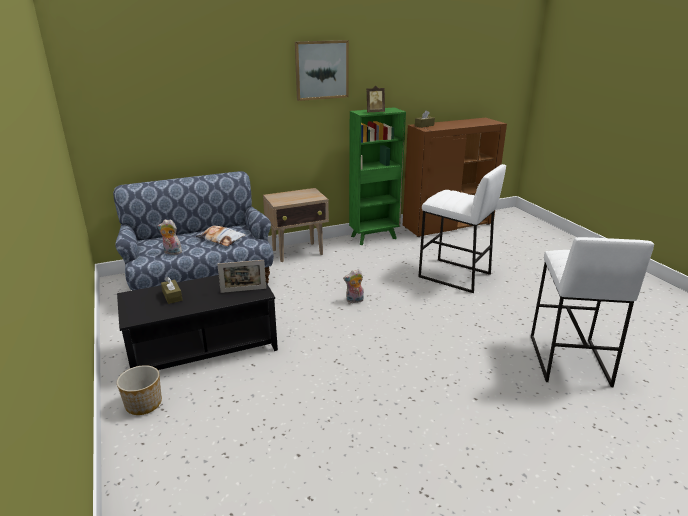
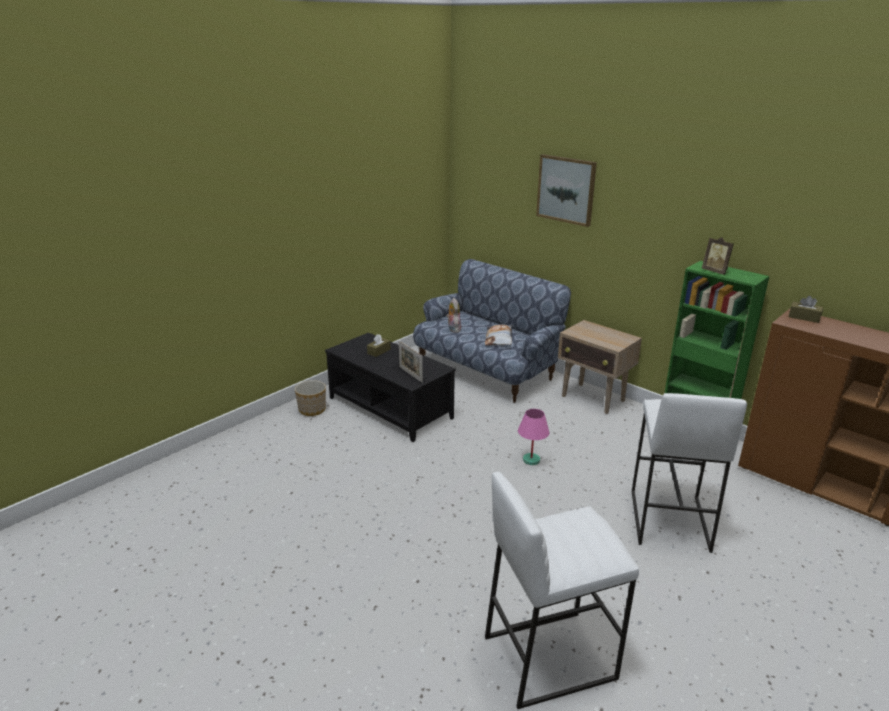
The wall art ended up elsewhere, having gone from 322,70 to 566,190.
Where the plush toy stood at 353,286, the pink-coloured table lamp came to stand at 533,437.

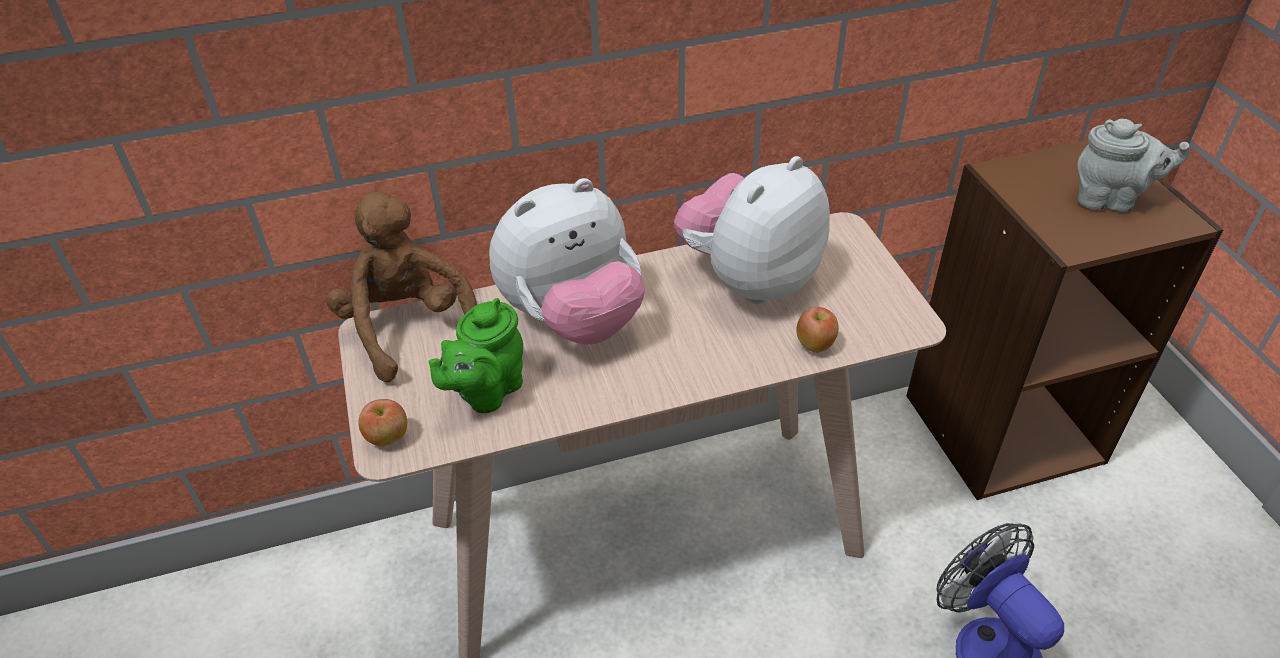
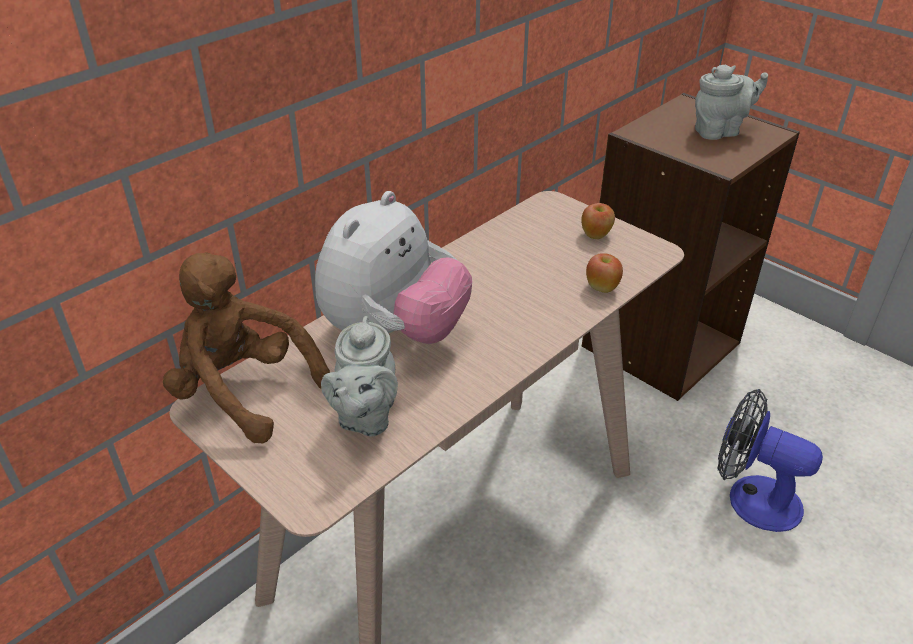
The second view lost the plush toy at 752,230.
The whole apple ended up elsewhere, having gone from 382,422 to 598,221.
What was the green-coloured teapot at 475,355 turned into the grey teapot at 359,376.

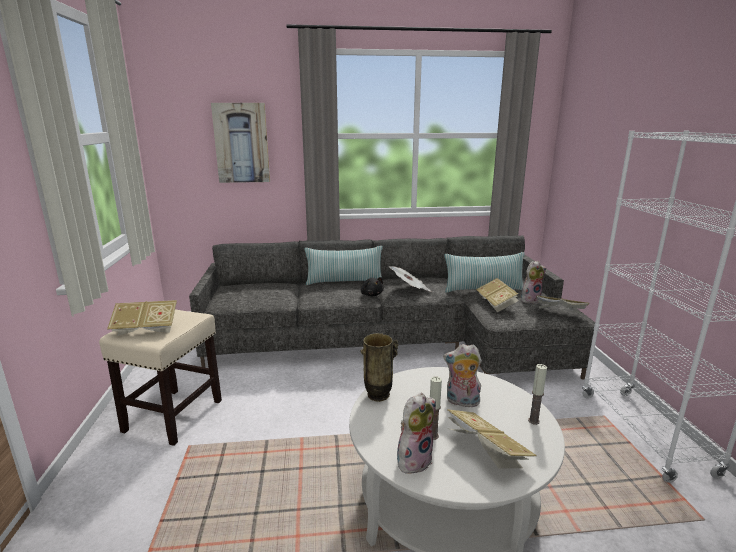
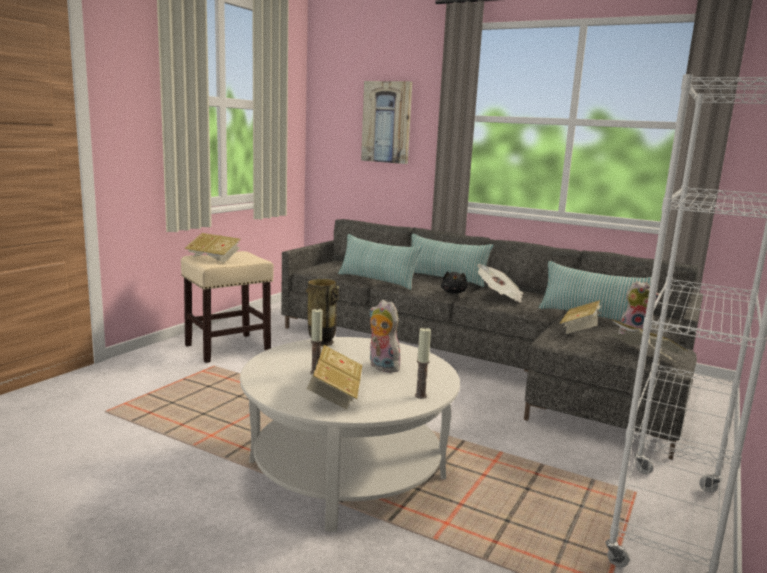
The second view lost the plush toy at 416,433.
The second view gained the cushion at 380,262.

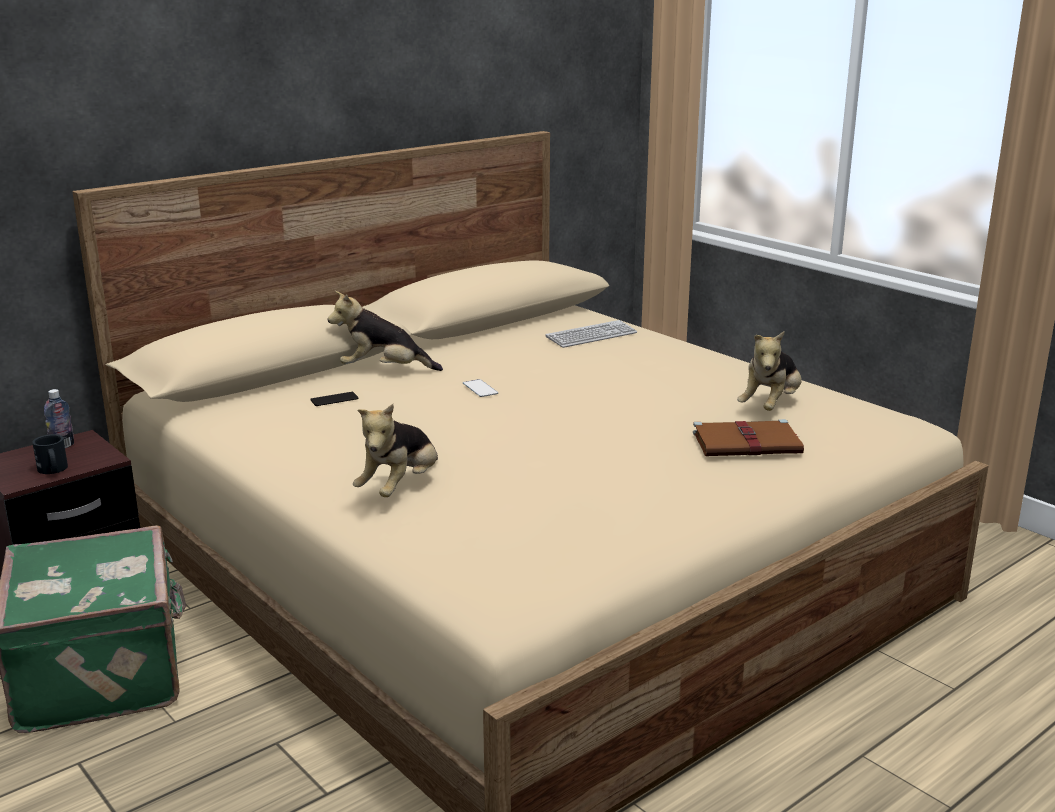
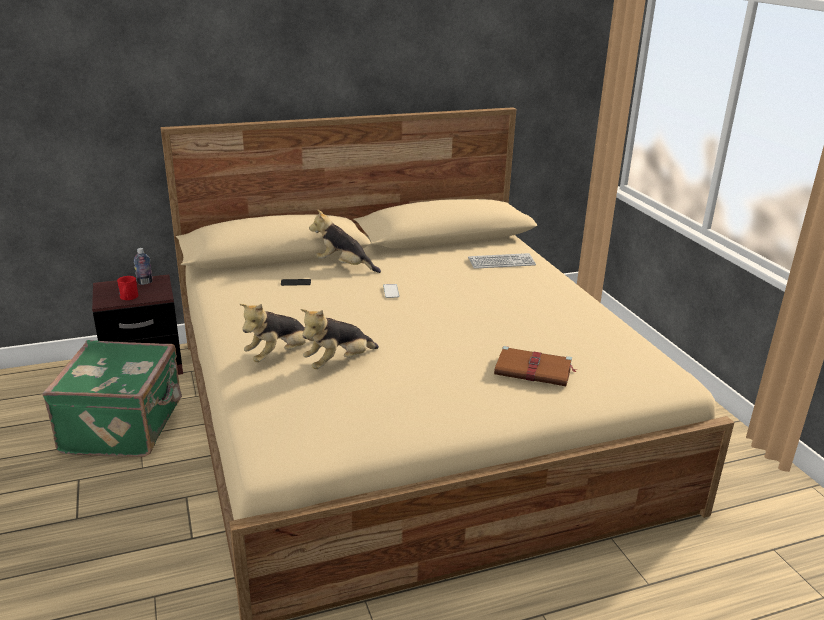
The plush toy ended up elsewhere, having gone from 769,371 to 339,339.
What was the blackish coffee mug at 50,454 turned into the reddish coffee mug at 127,288.

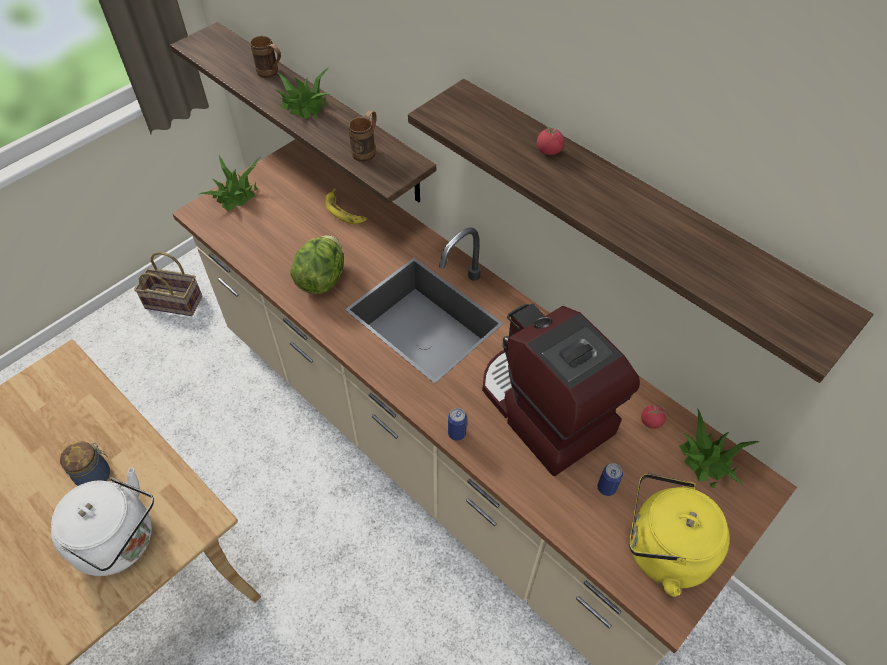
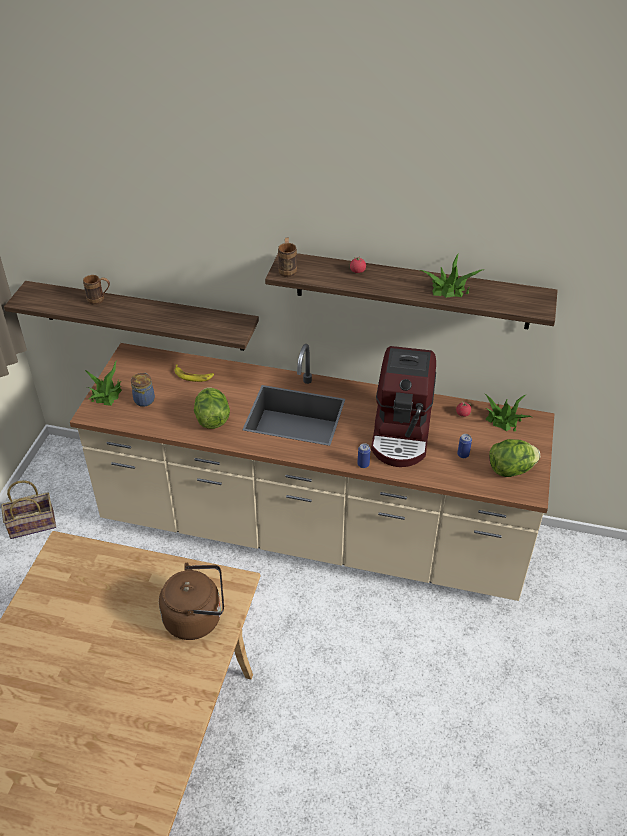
The preserve jar ended up elsewhere, having gone from 85,464 to 143,390.
The plant in a pot ended up elsewhere, having gone from 301,93 to 453,276.
The brownish coffee mug ended up elsewhere, having gone from 362,136 to 287,257.
Where the yellow water kettle stood at 679,535, the head of lettuce came to stand at 514,458.
What was the white water kettle at 102,521 turned into the brownish water kettle at 191,601.
The coffee machine at 561,390 ended up facing another way, 105 degrees counterclockwise from before.

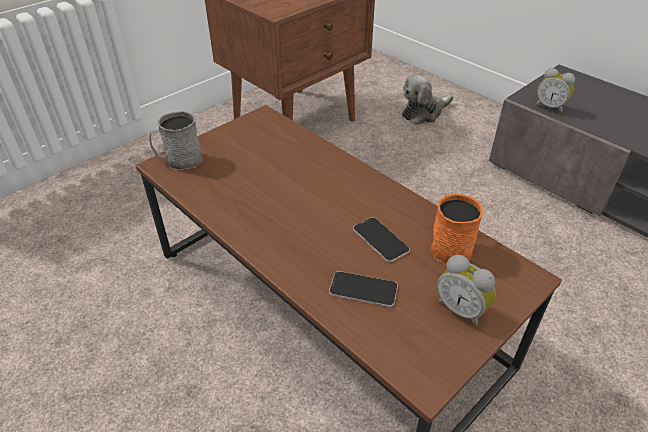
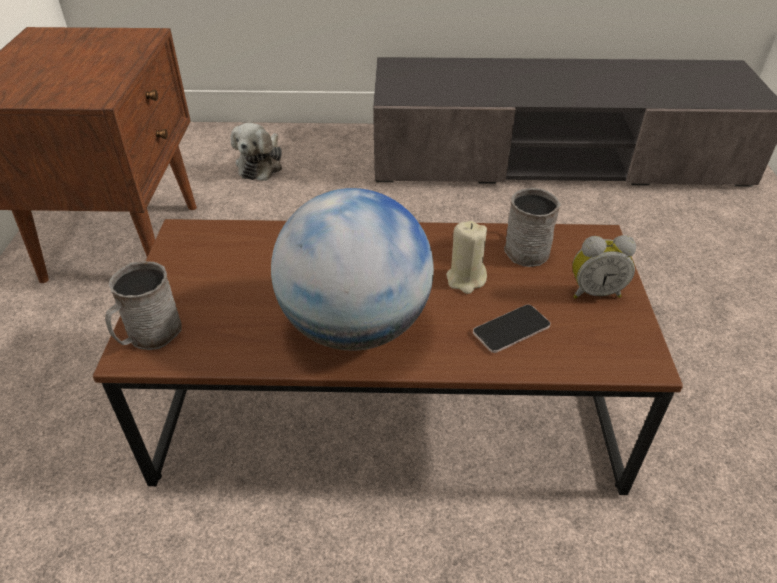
The second view lost the table clock at 555,91.
The second view gained the desk globe at 352,269.
Where the telephone stood at 381,239, the sand-coloured wax candle came to stand at 466,257.
What was the orange-coloured coffee mug at 456,229 turned into the grey coffee mug at 532,227.

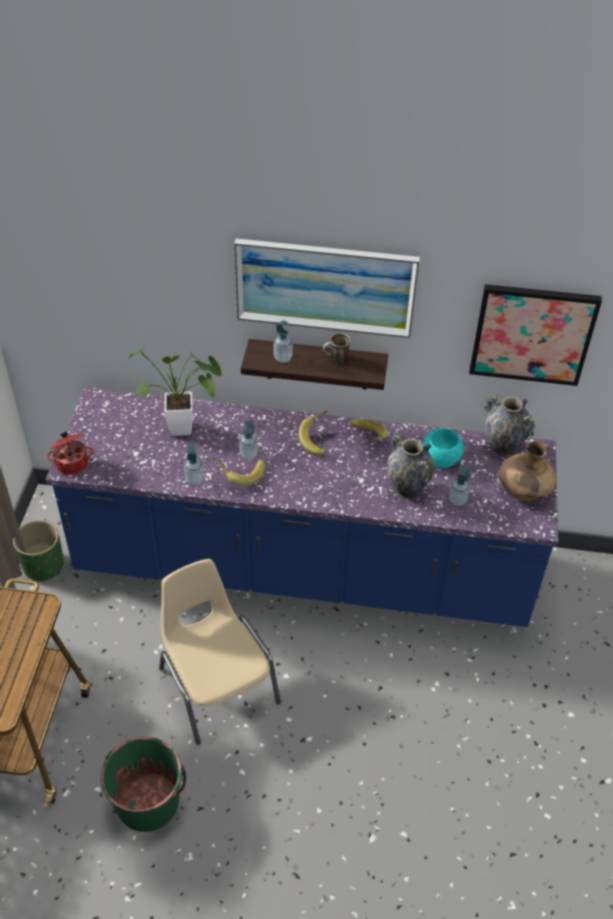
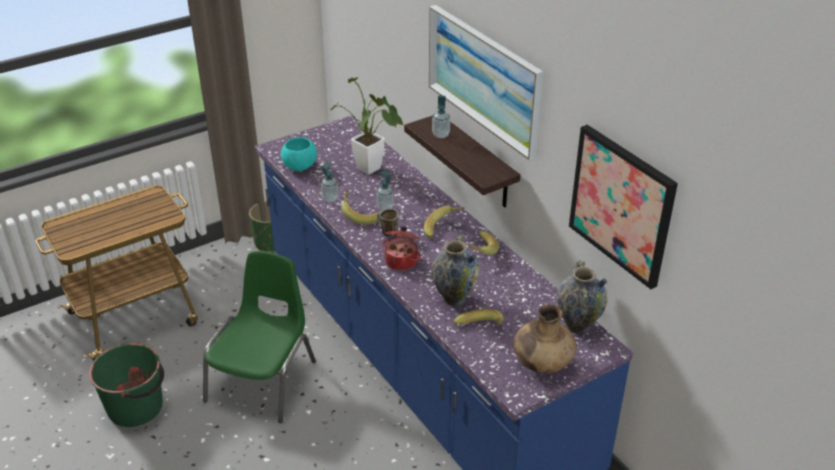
The cooking pot ended up elsewhere, having gone from 70,453 to 401,248.
The coffee mug ended up elsewhere, having gone from 336,348 to 388,223.
The turquoise-coloured deep dish ended up elsewhere, having gone from 443,448 to 299,154.
Where the soap dispenser stood at 459,486, the banana came to stand at 478,317.
What was the sand-coloured plain chair at 220,652 turned into the green-coloured plain chair at 259,337.

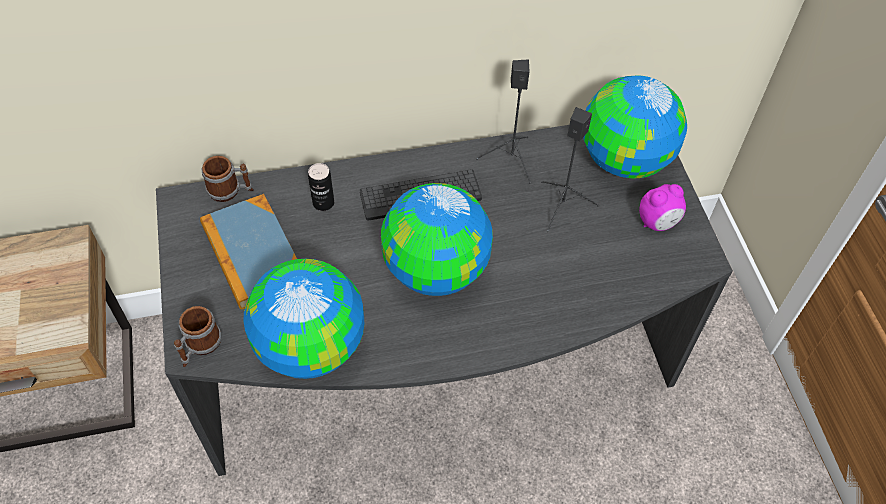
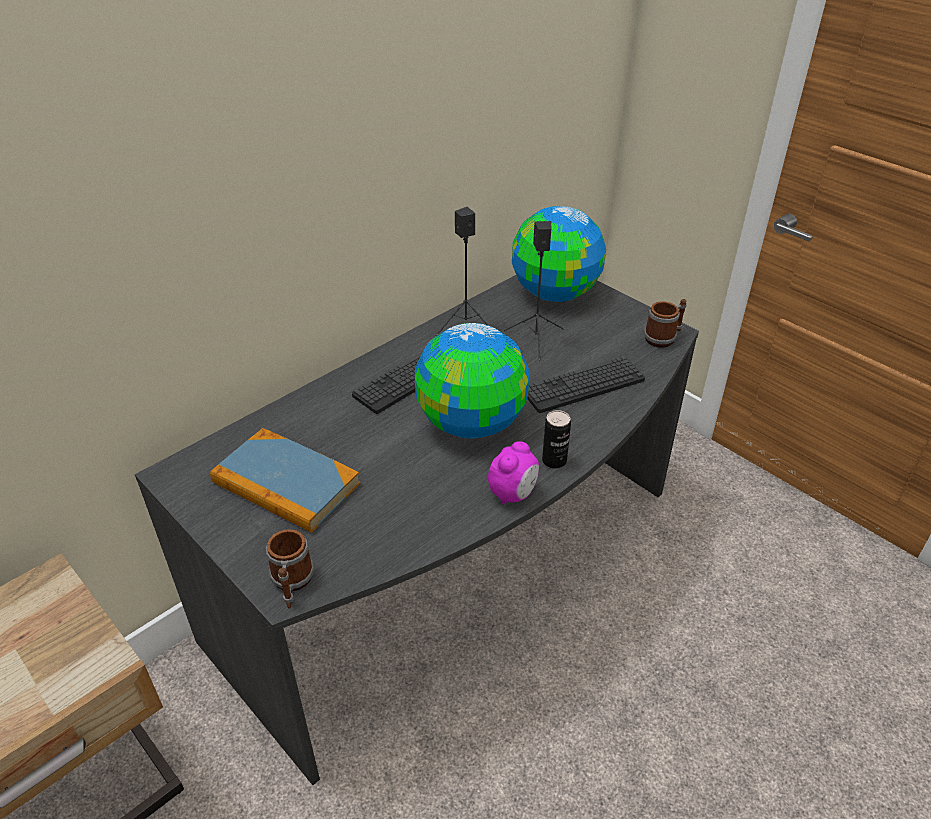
The second view lost the desk globe at 304,319.
The second view gained the computer keyboard at 586,384.
The coffee mug ended up elsewhere, having gone from 228,179 to 665,323.
The metal can ended up elsewhere, having gone from 321,187 to 556,439.
The table clock ended up elsewhere, having gone from 662,207 to 513,473.

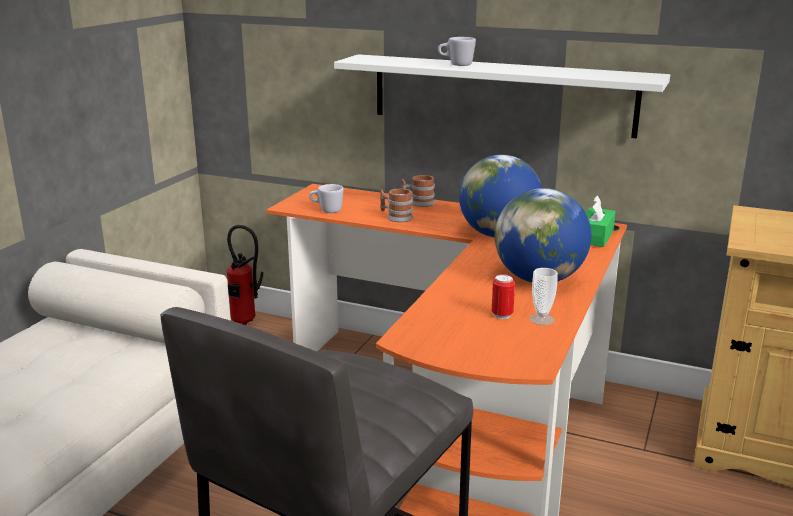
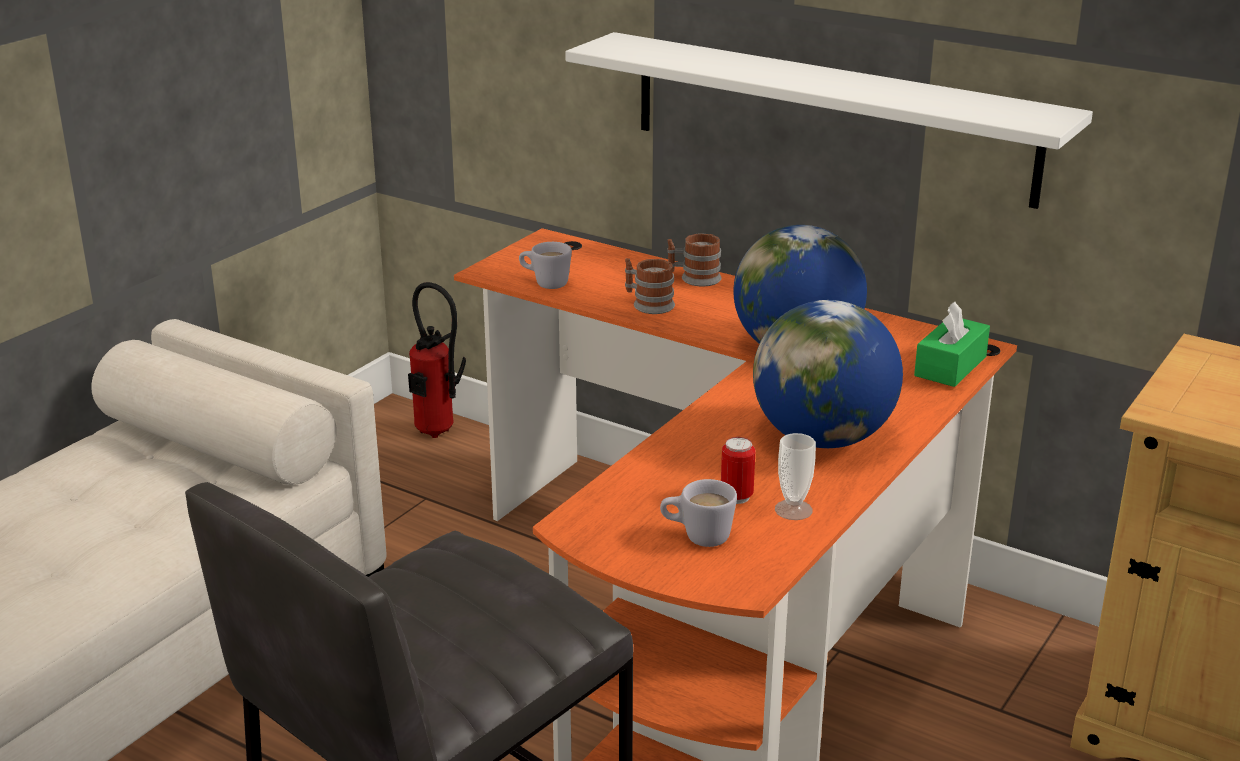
The white coffee mug ended up elsewhere, having gone from 457,51 to 698,513.

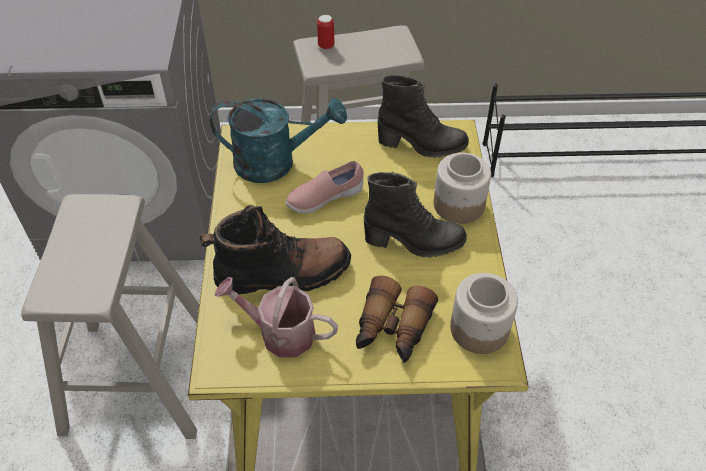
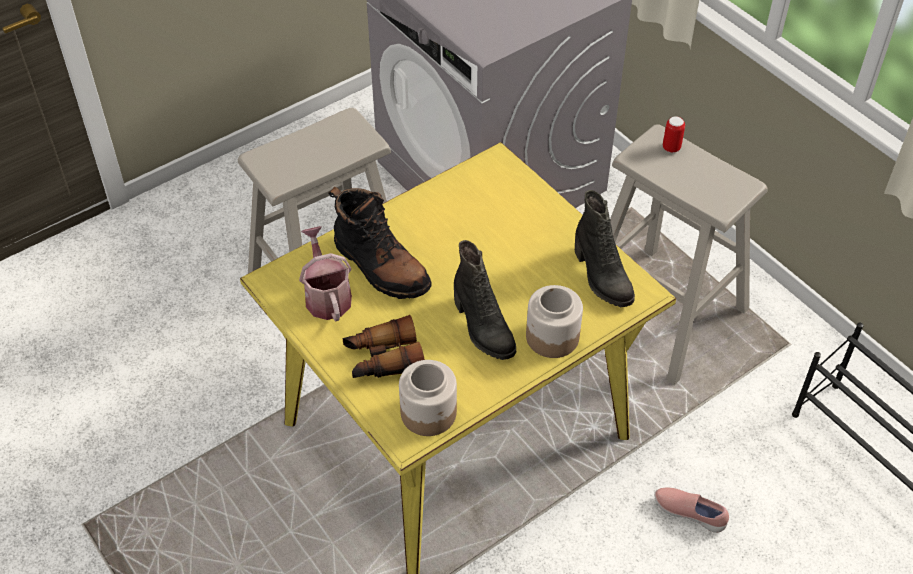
The second view lost the turquoise-coloured watering can at 278,140.
The pink-coloured shoe ended up elsewhere, having gone from 324,187 to 691,510.

